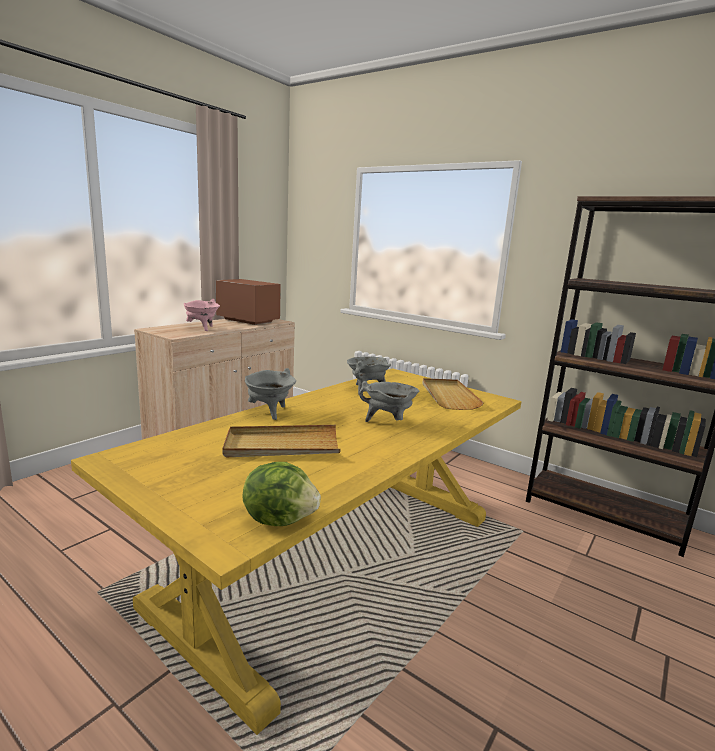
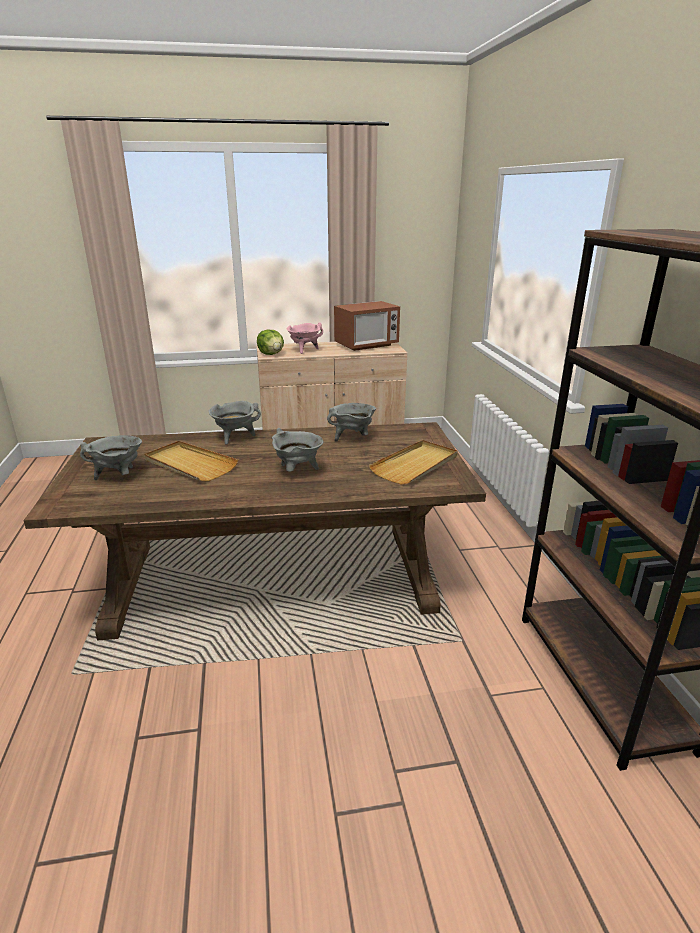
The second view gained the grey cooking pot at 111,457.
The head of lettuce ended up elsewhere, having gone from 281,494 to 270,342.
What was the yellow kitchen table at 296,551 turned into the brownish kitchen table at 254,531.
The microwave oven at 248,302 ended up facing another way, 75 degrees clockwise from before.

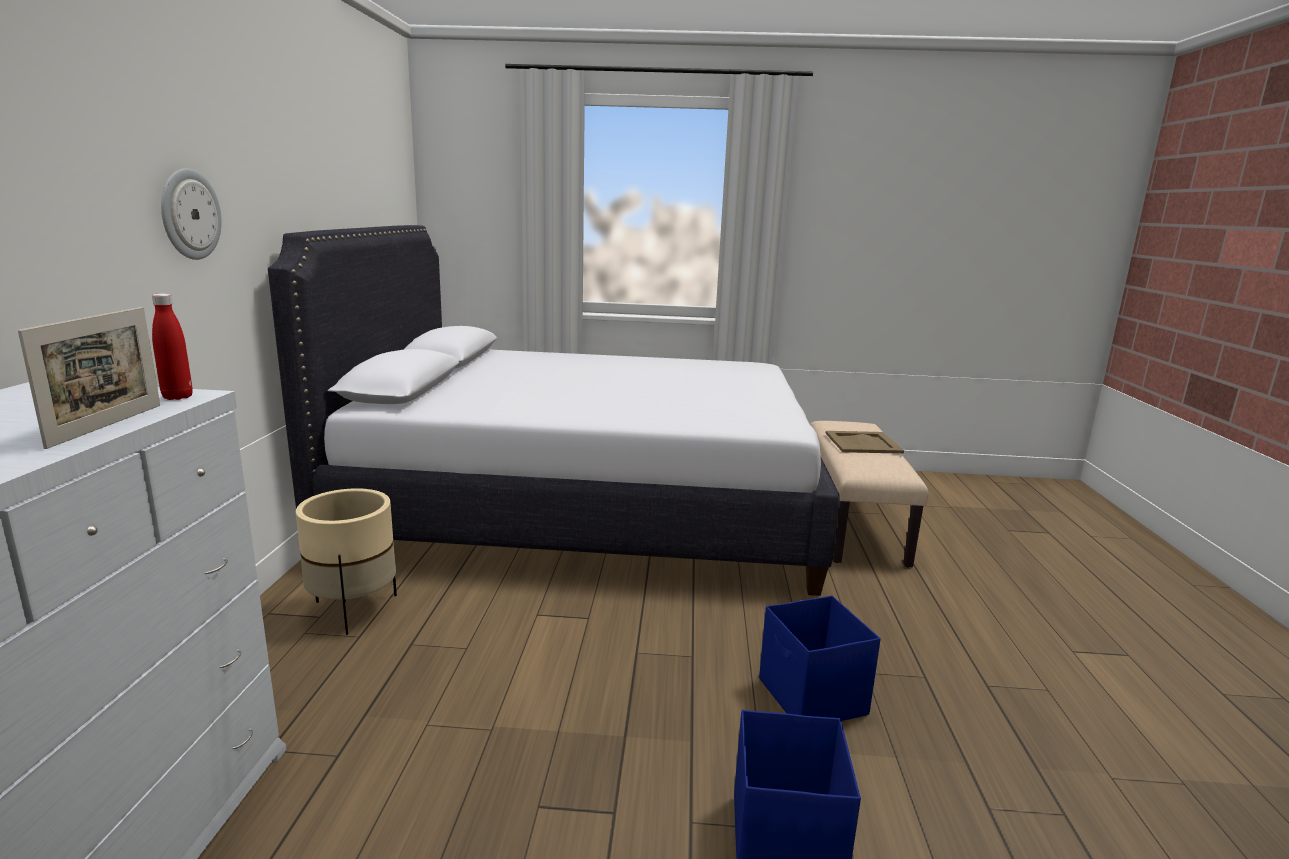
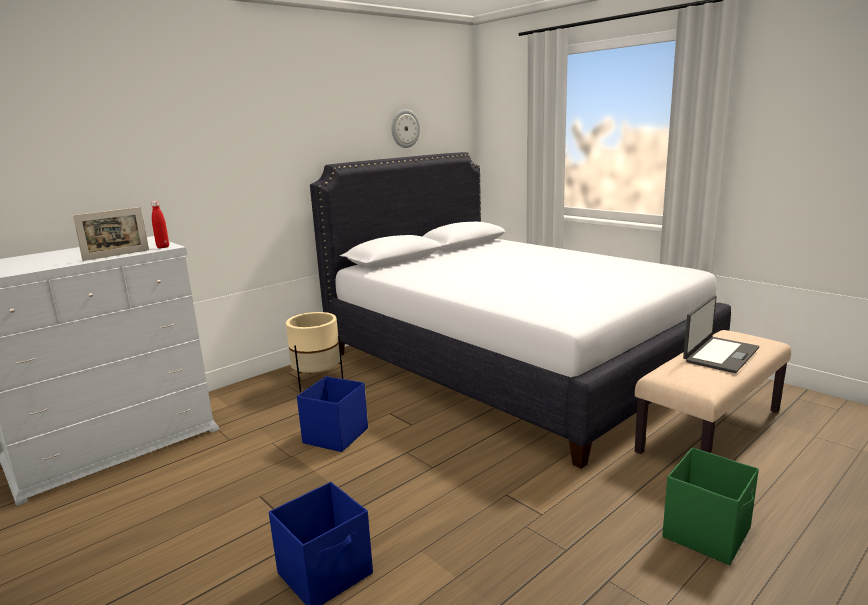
The second view gained the green-coloured storage bin at 710,506.
The clock on the wall ended up elsewhere, having gone from 191,214 to 405,128.
The bluish storage bin ended up elsewhere, having gone from 820,658 to 332,414.
Where the sand-coloured tray stood at 865,442, the notebook computer came to stand at 721,334.

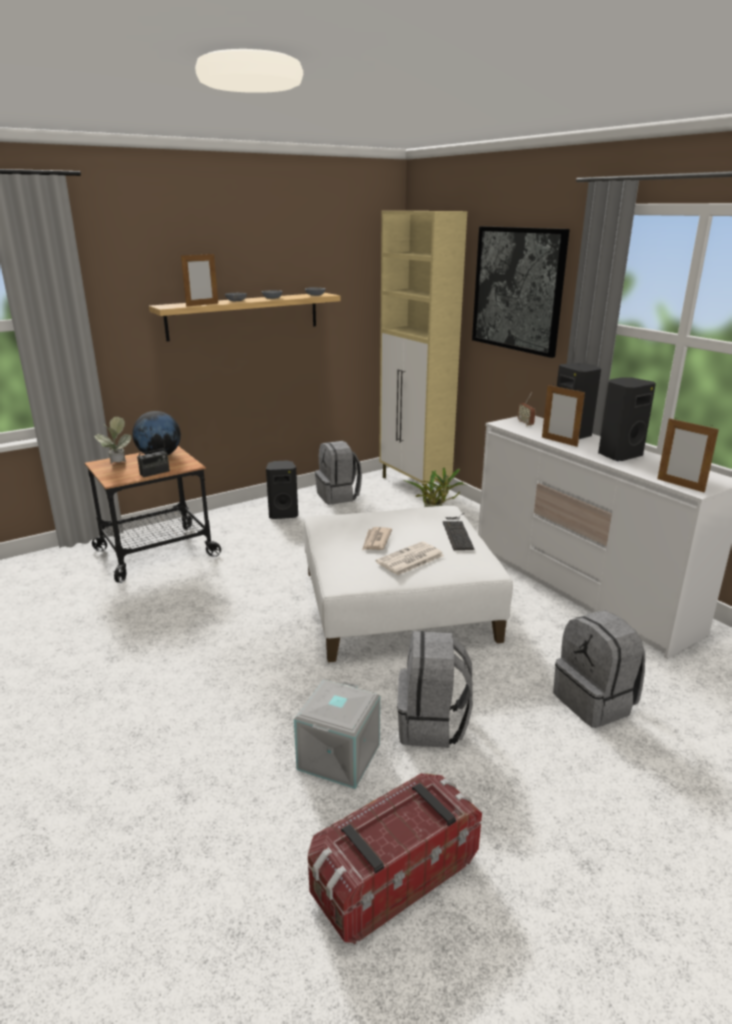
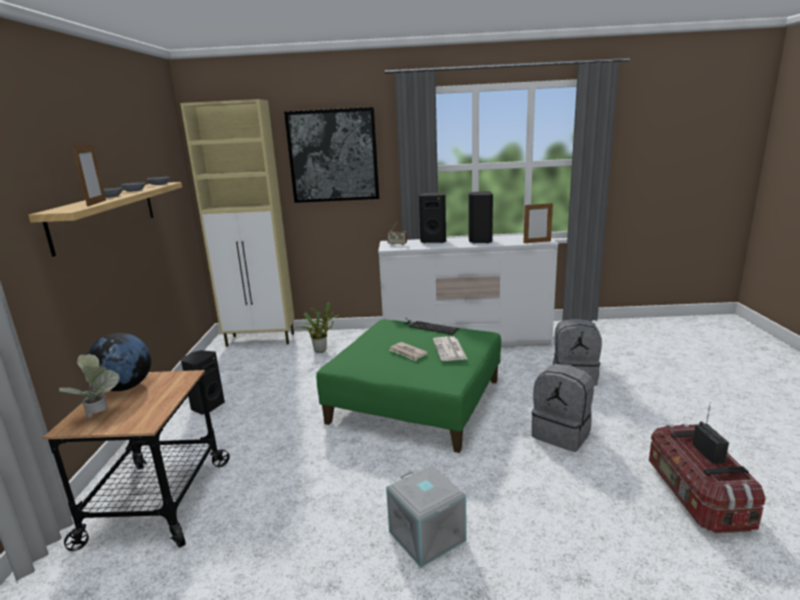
The second view lost the grey backpack at 338,473.
The second view lost the photo frame at 563,416.
The radio ended up elsewhere, having gone from 153,457 to 710,433.
The grey storage bin ended up elsewhere, having gone from 337,734 to 426,517.
What was the white footrest at 408,584 turned into the green-coloured footrest at 408,386.

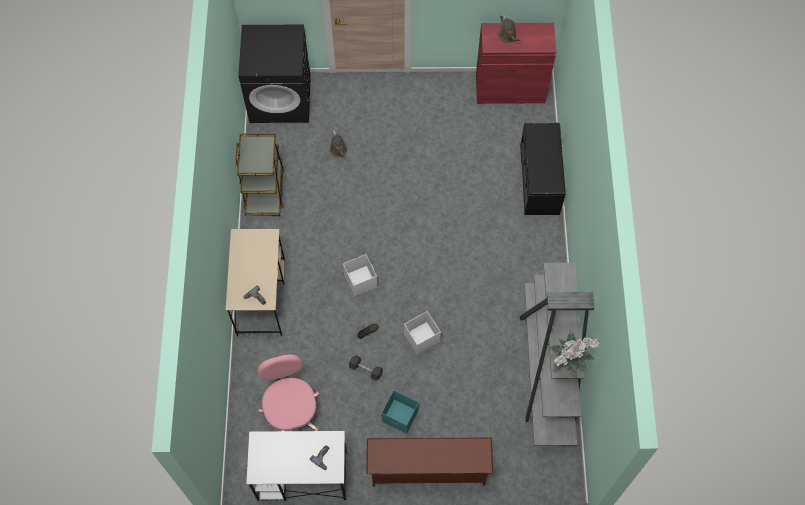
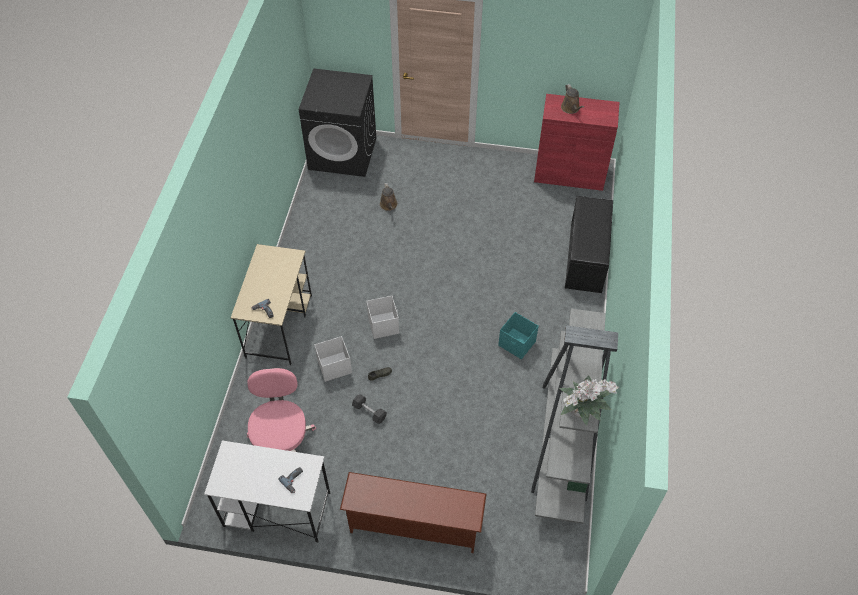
The second view lost the brownish trolley at 260,174.
The turquoise-coloured storage bin ended up elsewhere, having gone from 400,412 to 518,335.
The white storage bin ended up elsewhere, having gone from 422,333 to 333,359.

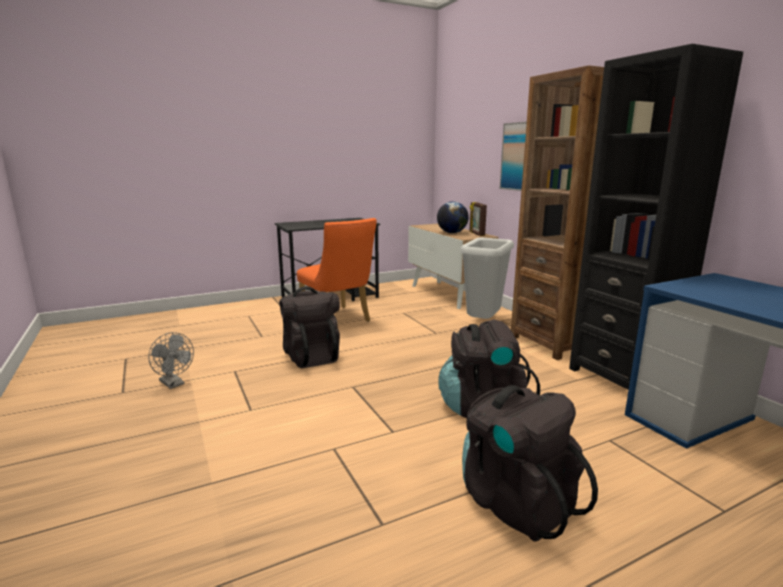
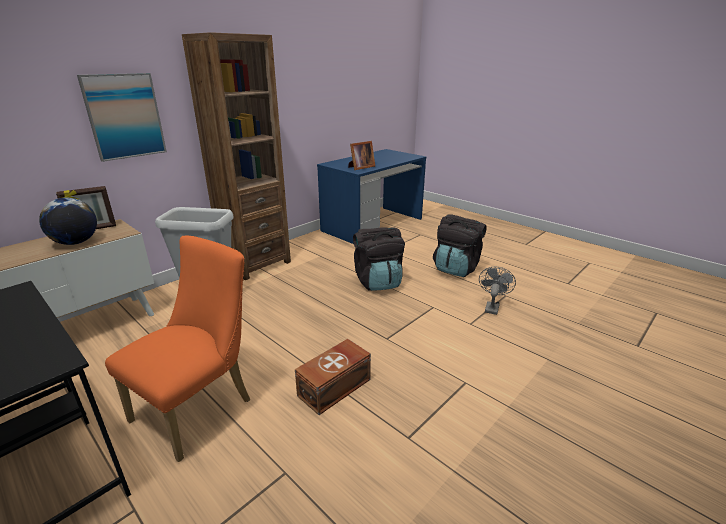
The second view lost the blackish bookshelf at 656,217.
The second view gained the photo frame at 361,155.
The grey fan ended up elsewhere, having gone from 171,360 to 497,291.
Where the blackish backpack stood at 309,327, the brownish storage bin came to stand at 333,377.

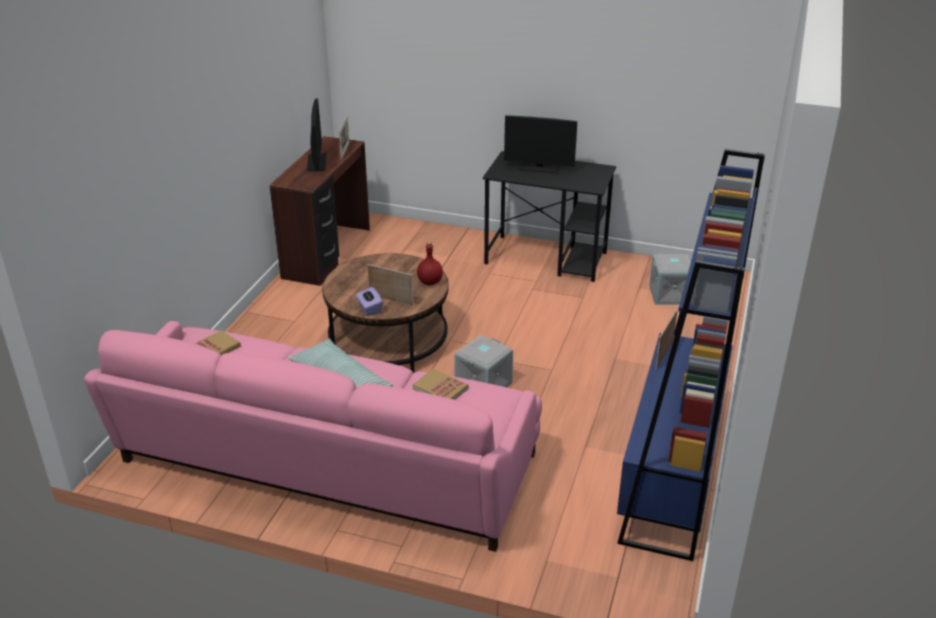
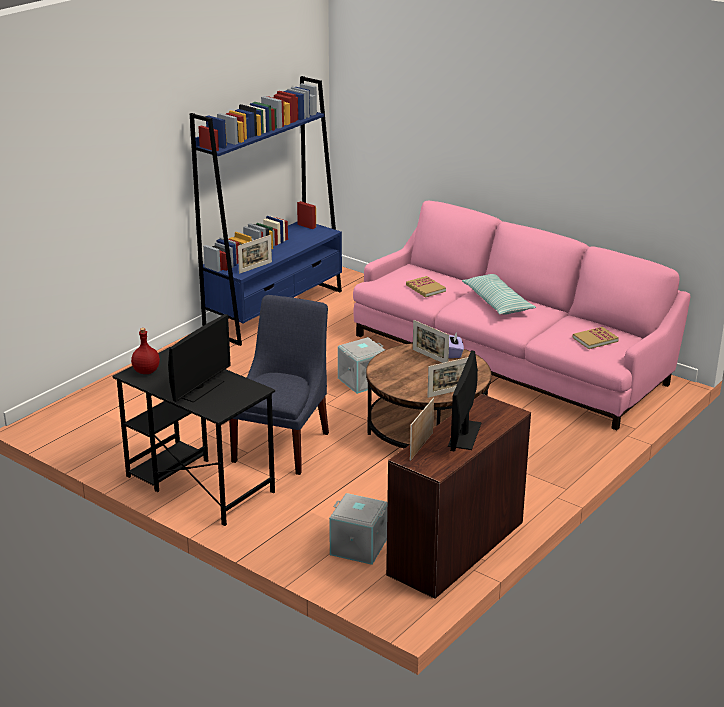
The second view gained the bluish plain chair at 279,385.
The second view gained the photo frame at 447,377.
The reddish beverage bottle ended up elsewhere, having gone from 430,263 to 145,351.
The grey storage bin ended up elsewhere, having gone from 670,279 to 358,529.
The computer screen at 540,144 ended up facing another way, 90 degrees clockwise from before.

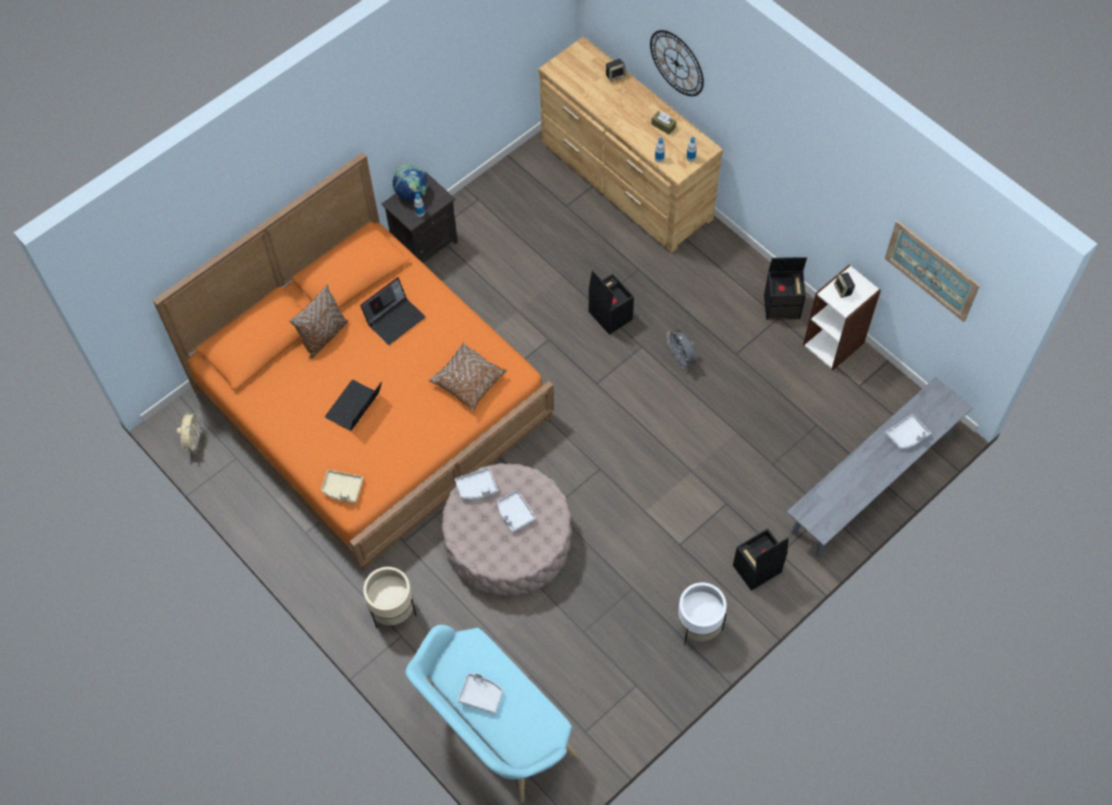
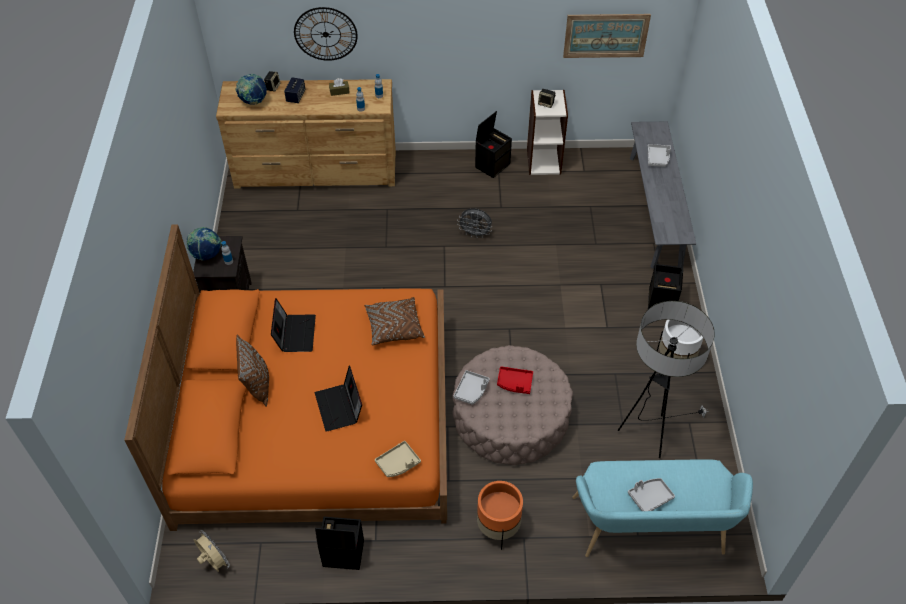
The second view gained the desk globe at 251,89.
The second view gained the loudspeaker at 294,90.
The second view gained the standard lamp at 666,379.
The blackish storage bin ended up elsewhere, having gone from 611,302 to 339,543.
What was the sand-coloured planter at 390,597 turned into the orange-coloured planter at 500,515.
What was the grey tray at 517,511 turned into the reddish tray at 515,380.

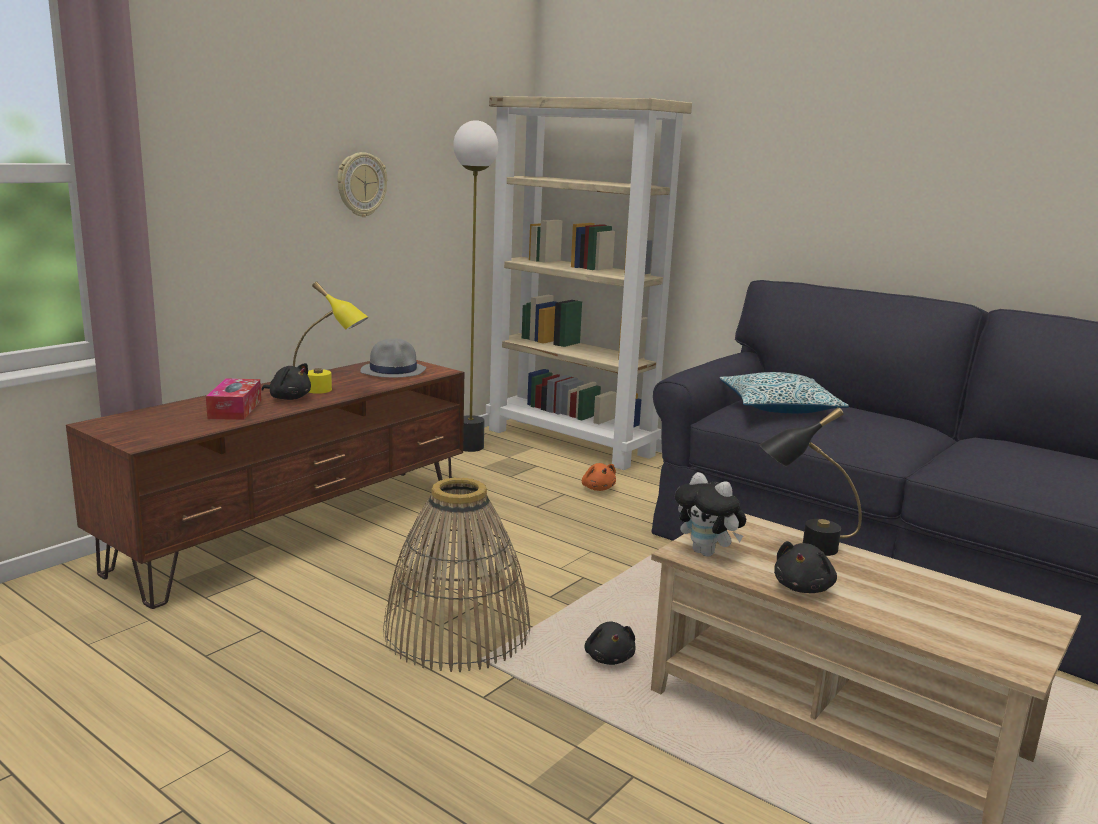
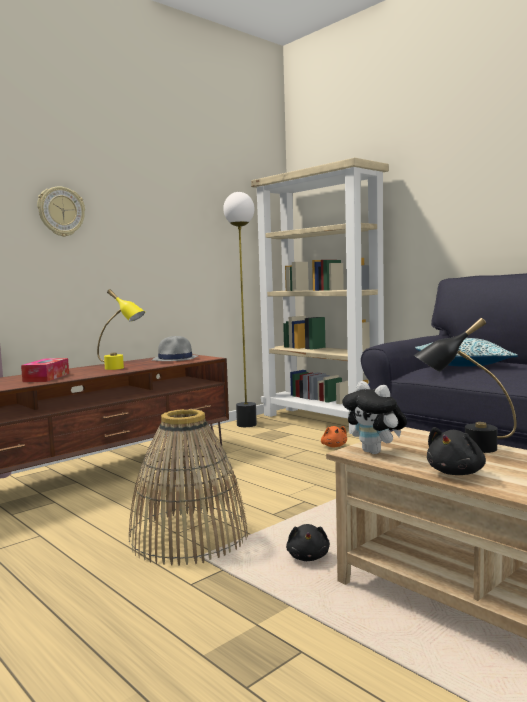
The second view lost the blackish plush toy at 286,381.
The clock on the wall ended up elsewhere, having gone from 362,184 to 61,211.

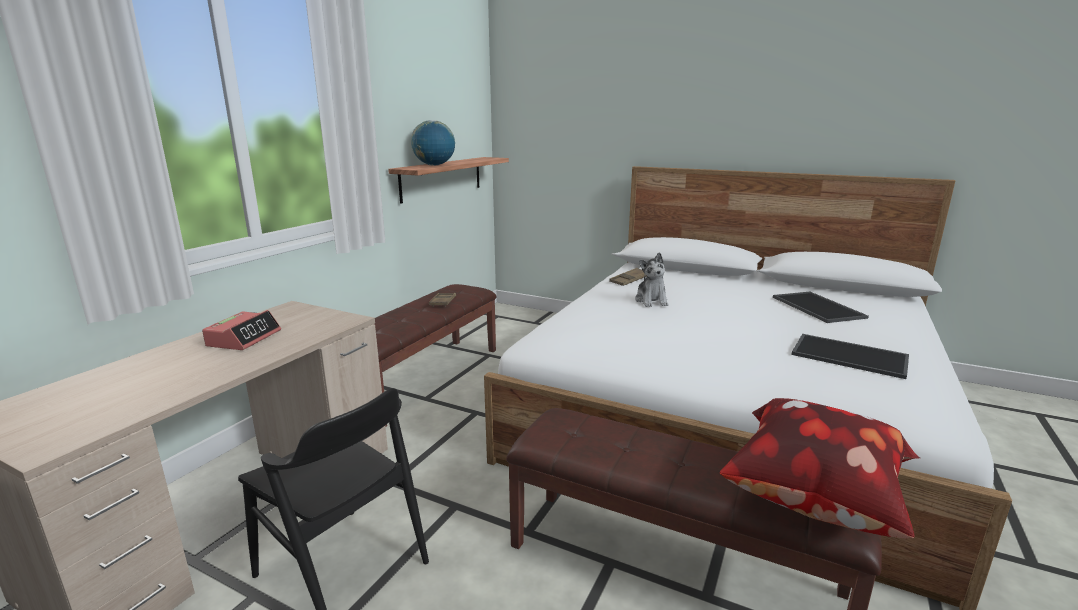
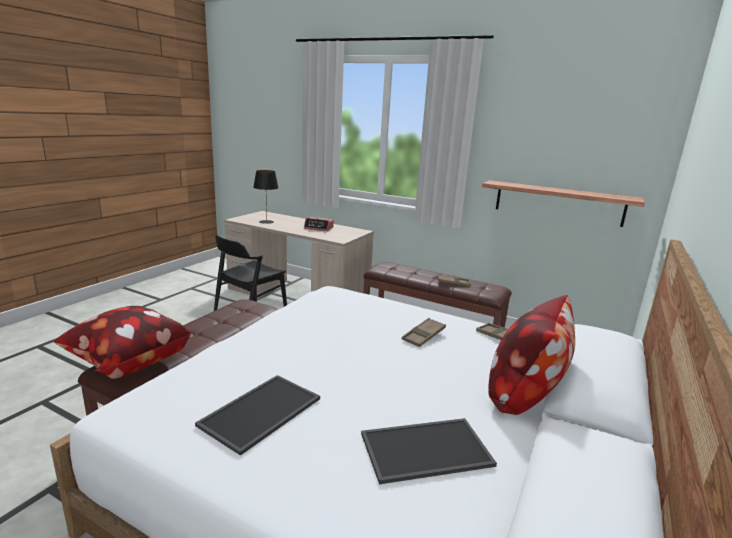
The second view lost the desk globe at 433,143.
The second view gained the blackish table lamp at 266,197.
The second view gained the cushion at 531,355.
Where the plush toy stood at 651,279, the brownish tray came to stand at 424,332.

